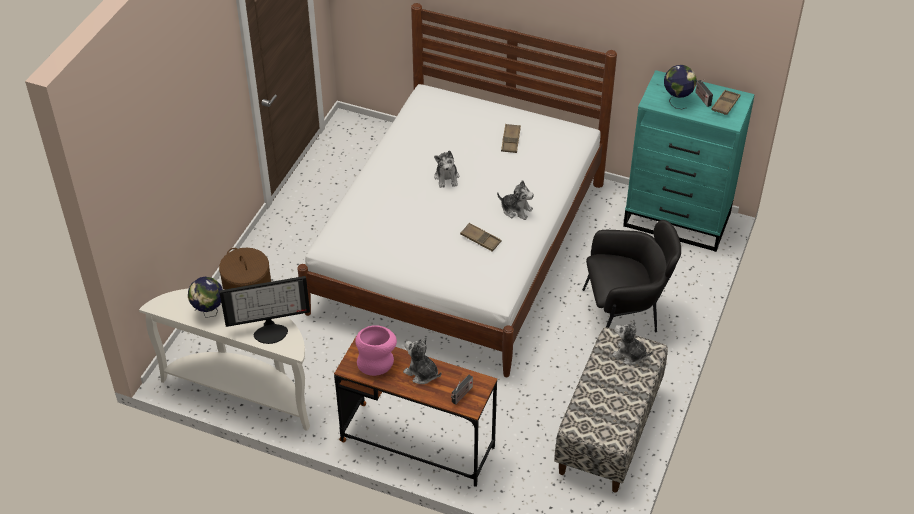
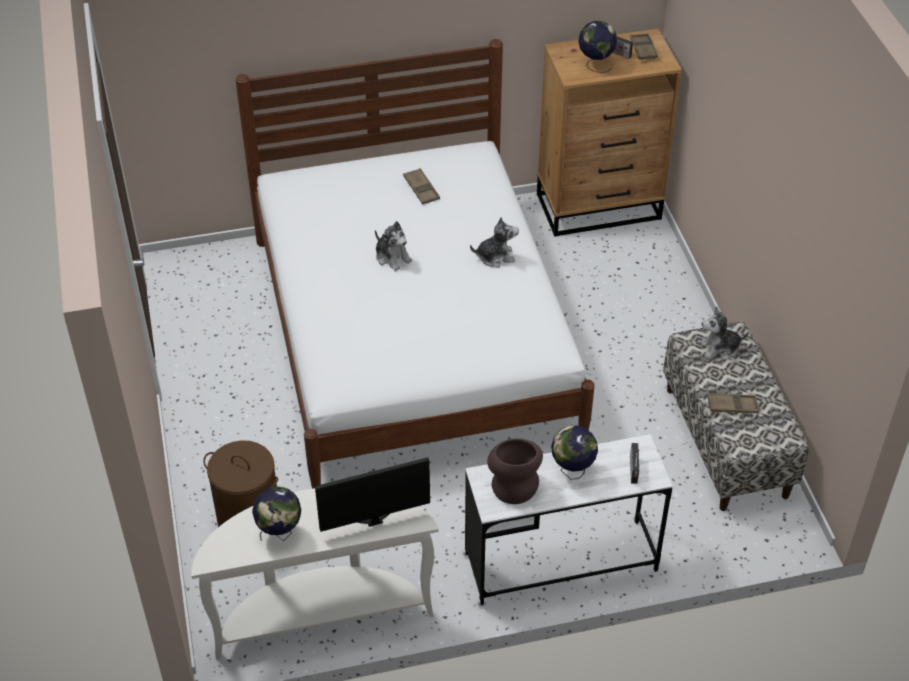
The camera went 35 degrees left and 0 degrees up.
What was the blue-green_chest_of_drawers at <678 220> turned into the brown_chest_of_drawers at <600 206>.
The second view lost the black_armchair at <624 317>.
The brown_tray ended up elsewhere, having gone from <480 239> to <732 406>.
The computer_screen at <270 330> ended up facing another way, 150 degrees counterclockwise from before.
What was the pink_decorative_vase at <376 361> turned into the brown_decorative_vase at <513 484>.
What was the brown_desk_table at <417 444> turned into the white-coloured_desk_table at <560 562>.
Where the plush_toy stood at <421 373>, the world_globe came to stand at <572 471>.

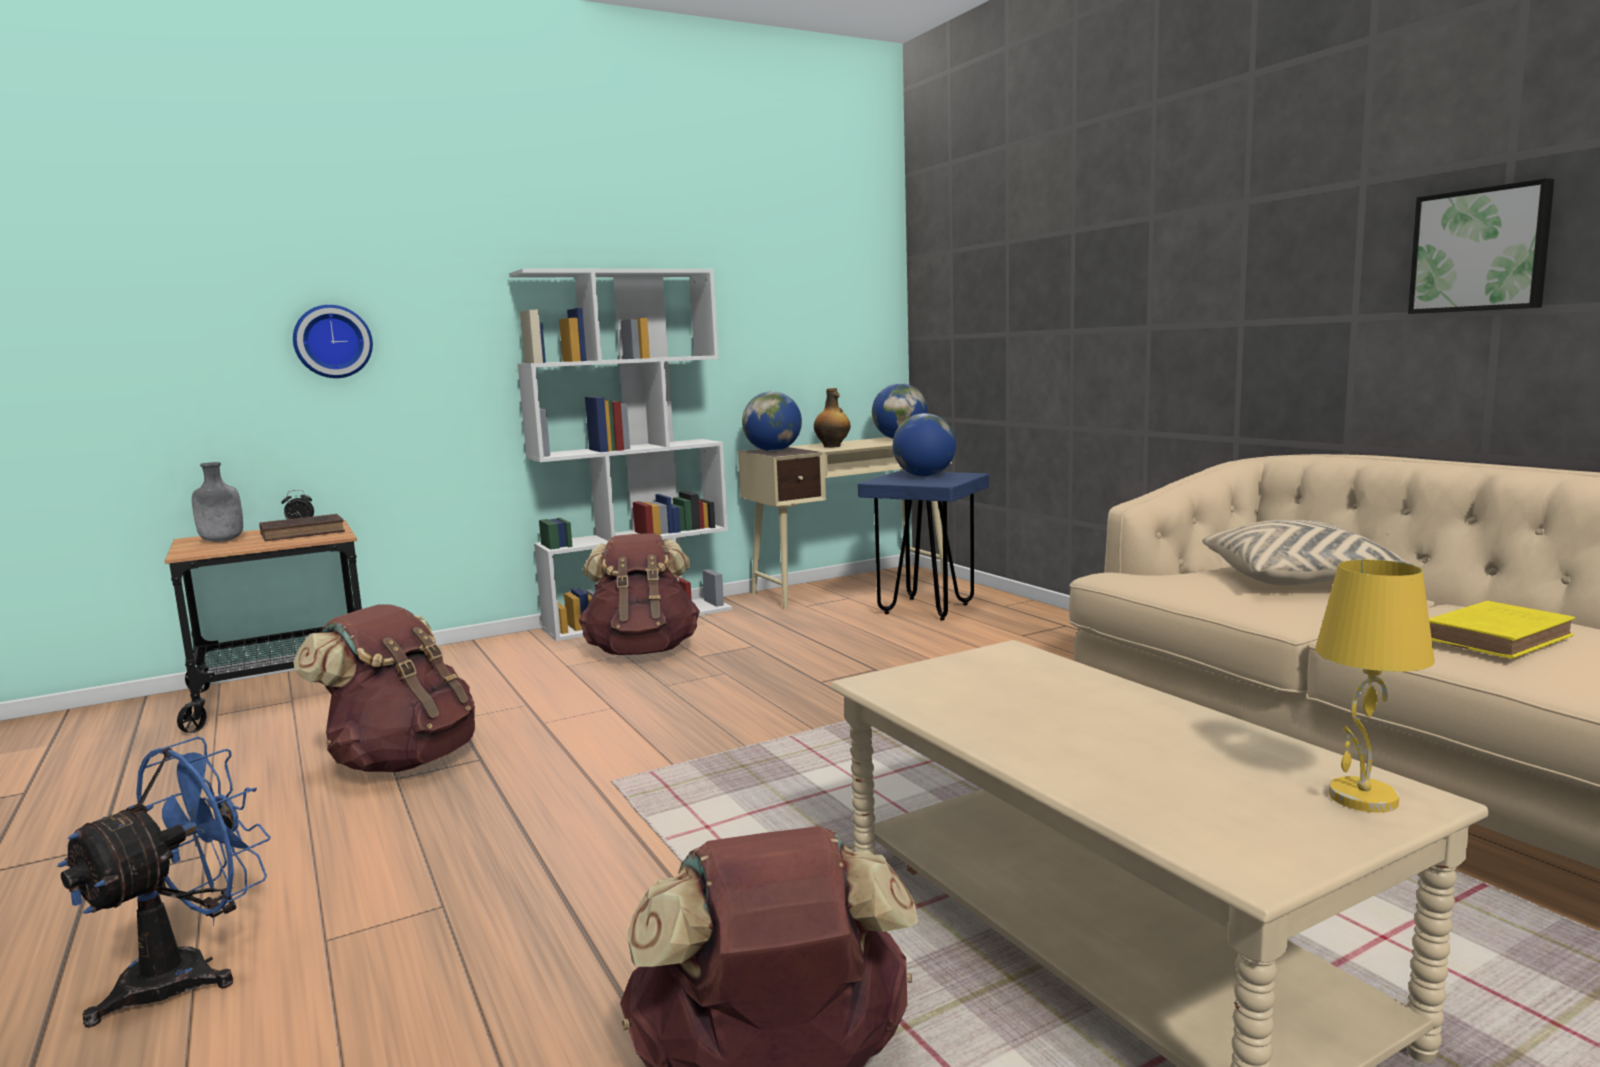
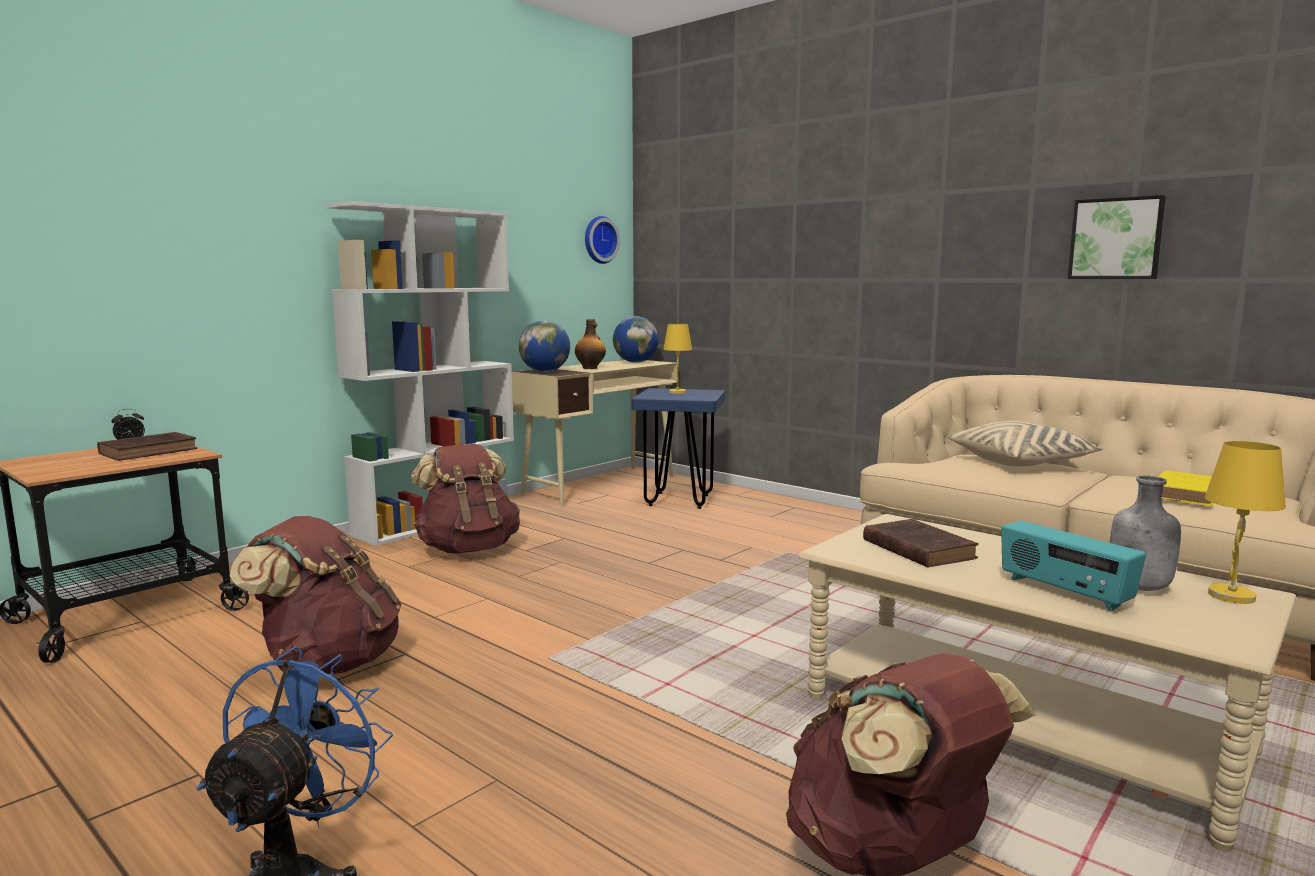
The camera went 20 degrees left and 0 degrees up.
The wall_clock ended up elsewhere, having gone from <332 341> to <599 240>.
Where the world_globe stood at <924 476>, the yellow_table_lamp came to stand at <677 392>.
The gray_bottle ended up elsewhere, having gone from <222 541> to <1140 587>.
The second view gained the brown_bound_book at <916 548>.
The second view gained the radio_set at <1064 592>.

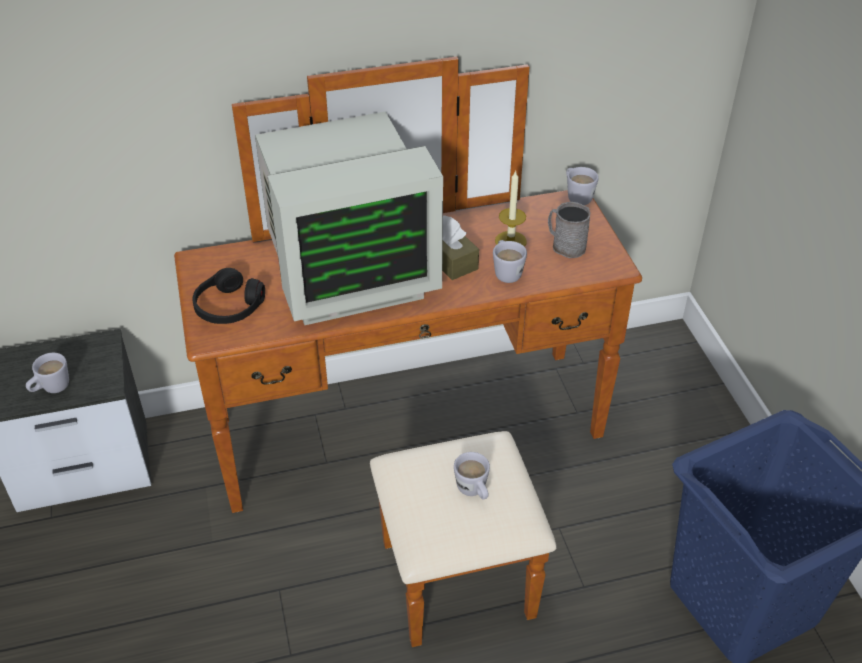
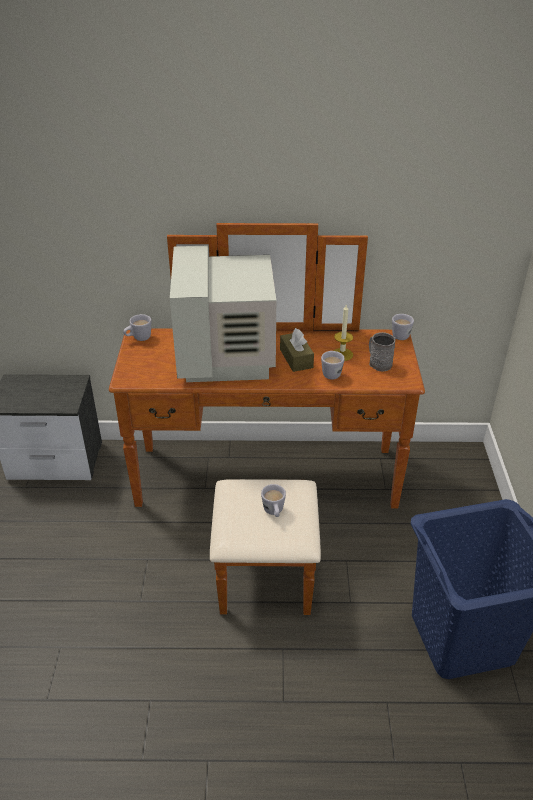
The camera went 15 degrees right and 5 degrees down.
The computer_screen at <348 272> ended up facing another way, 90 degrees clockwise from before.
The second view lost the black_pair_of_headphones at <228 307>.
The white-coloured_tea_mug ended up elsewhere, having gone from <51 389> to <138 338>.

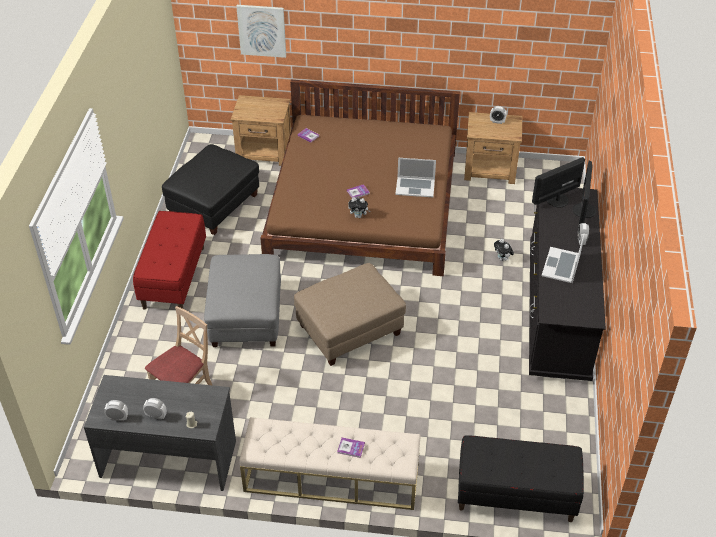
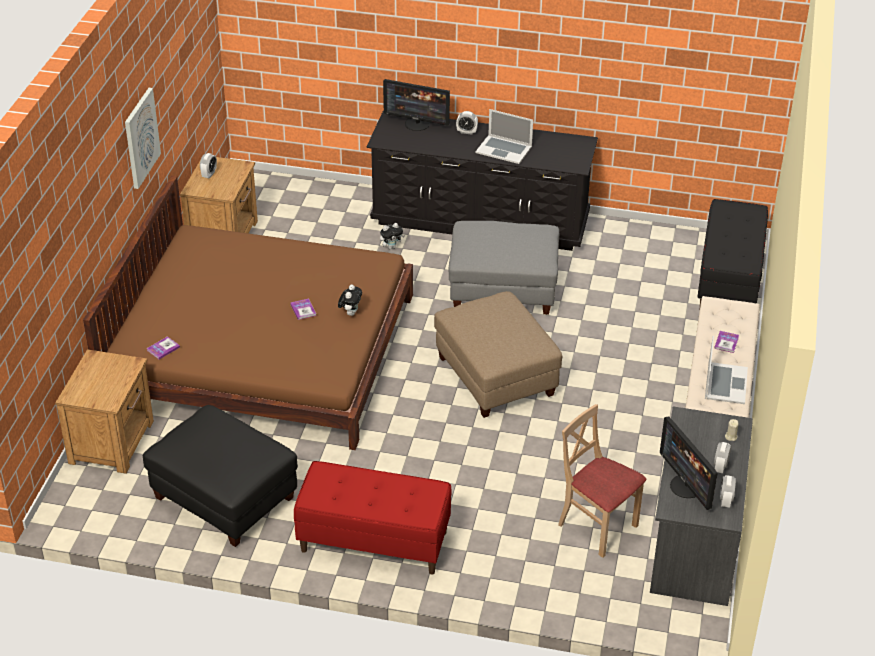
The camera went 85 degrees left and 5 degrees down.
The wall_picture ended up elsewhere, having gone from <262 30> to <141 137>.
The computer_screen ended up elsewhere, having gone from <556 199> to <686 486>.
The portable_computer ended up elsewhere, having gone from <415 187> to <725 383>.
The gray_footrest ended up elsewhere, having gone from <246 318> to <503 290>.

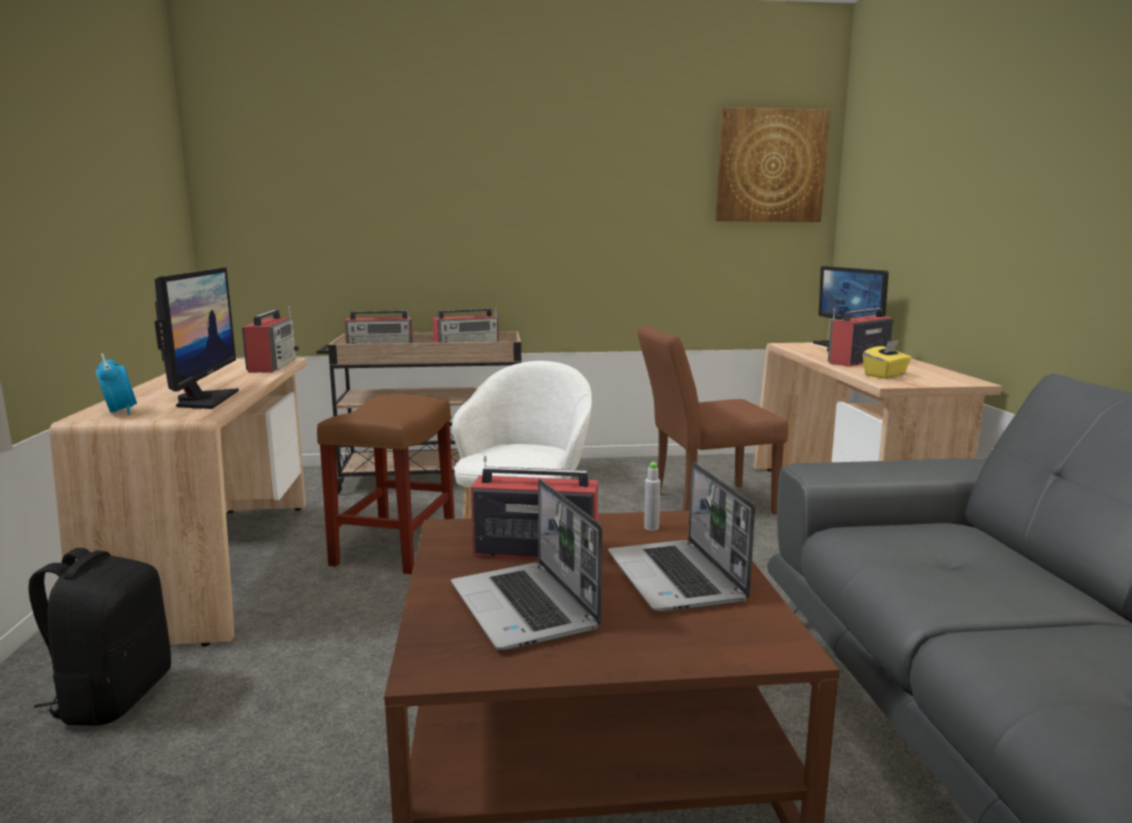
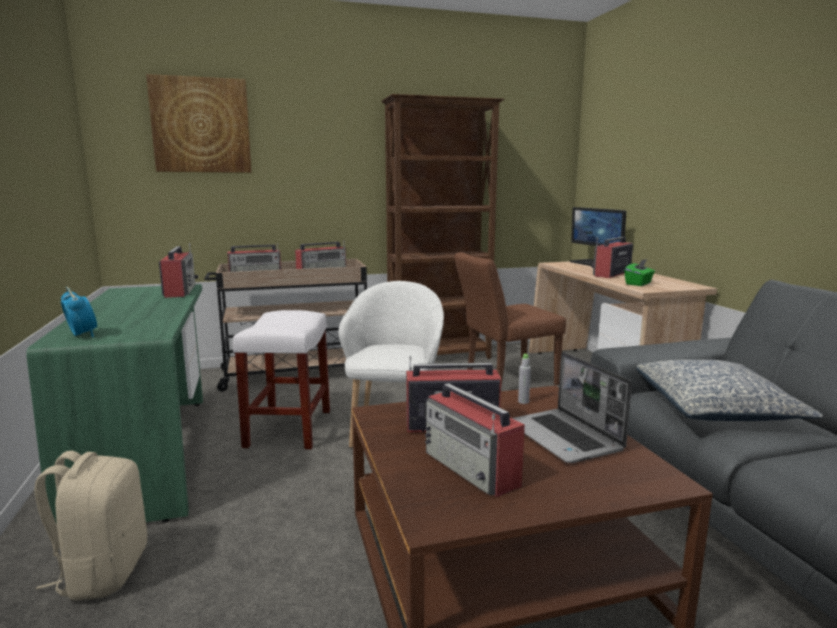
The camera went 10 degrees left and 0 degrees up.
The wall_picture ended up elsewhere, having gone from <770 166> to <201 125>.
The second view lost the computer_screen at <204 400>.
What was the yellow_box_of_tissues at <885 375> turned into the greenish_box_of_tissues at <638 284>.
What was the sand-coloured_desk_table at <221 564> turned into the greenish_desk_table at <150 454>.
What was the brown_stool_seat at <395 547> turned into the white-coloured_stool_seat at <289 429>.
Where the portable_computer stood at <525 608>, the radio_set came to stand at <472 469>.
What was the black_rucksack at <113 697> turned into the sand-coloured_rucksack at <103 572>.
The second view gained the brown_bookcase at <440 357>.
The second view gained the cushion at <715 409>.

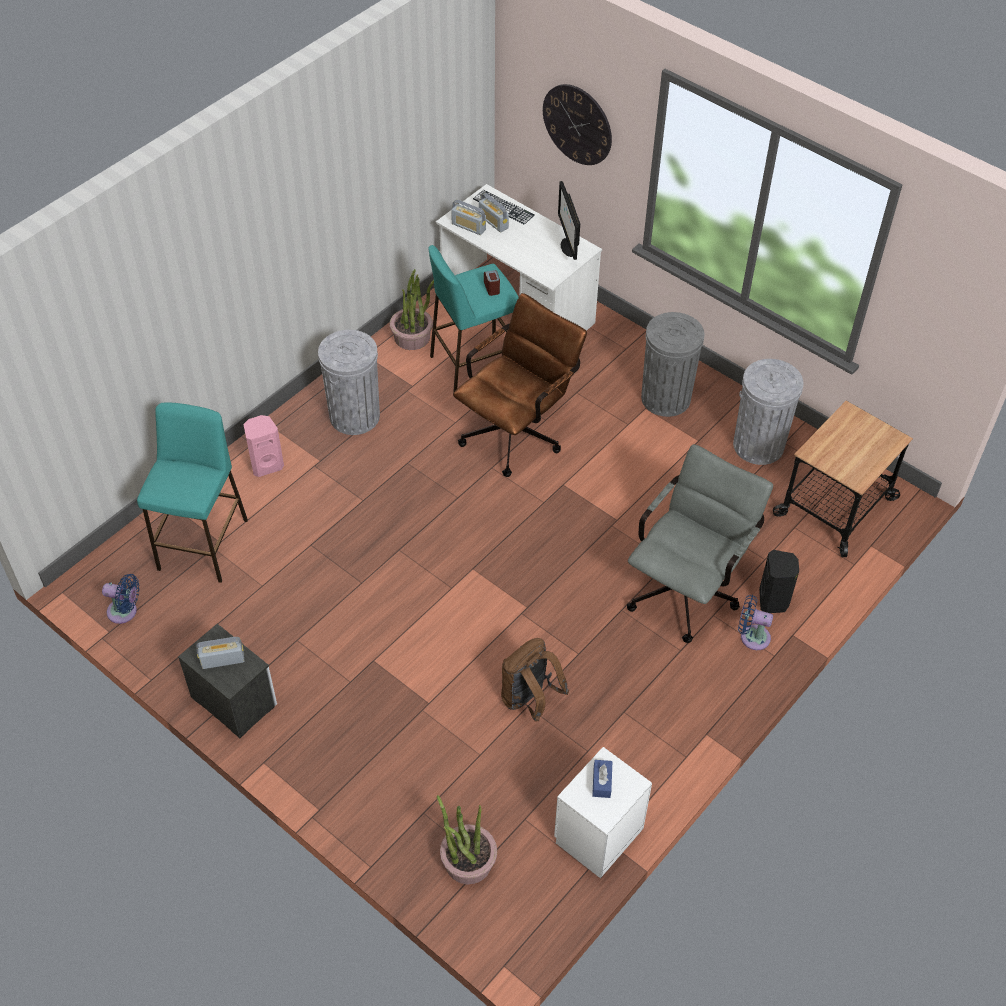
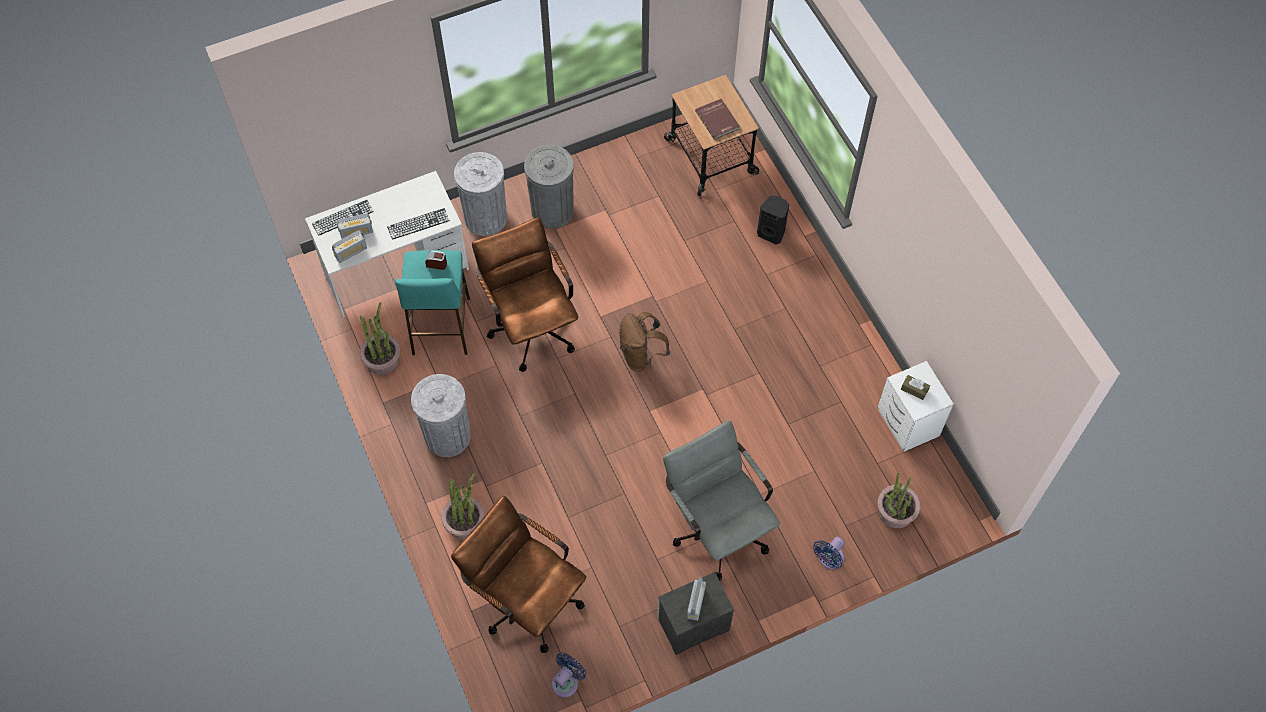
The camera went 65 degrees left and 10 degrees up.
The second view lost the wall_clock at <577 124>.
The second view lost the computer_screen at <568 247>.
The gray_waste_bin ended up elsewhere, having gone from <758 445> to <485 218>.
Where the blue-green_stool_seat stood at <203 544>, the brown_desk_chair came to stand at <525 599>.
Where the pink_speaker stood at <266 465>, the potted_plant came to stand at <465 522>.
The gray_desk_chair ended up elsewhere, having gone from <687 588> to <716 526>.
The bluish_electric_fan ended up elsewhere, having gone from <751 636> to <829 559>.
The brown_rucksack ended up elsewhere, having gone from <529 700> to <641 355>.
What was the bluish_box_of_tissues at <601 782> turned into the brown_box_of_tissues at <914 389>.
The second view gained the red_bound_book at <718 120>.
The second view gained the PC_keyboard at <418 223>.

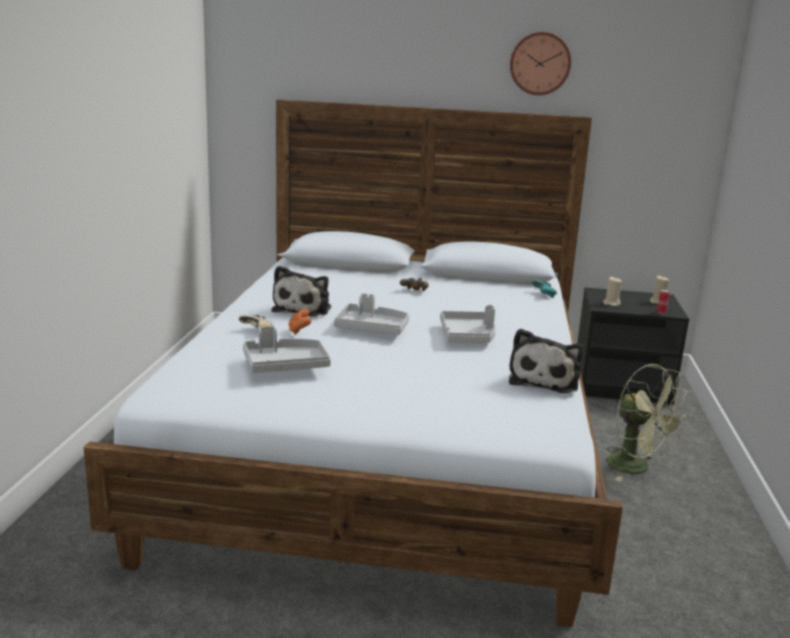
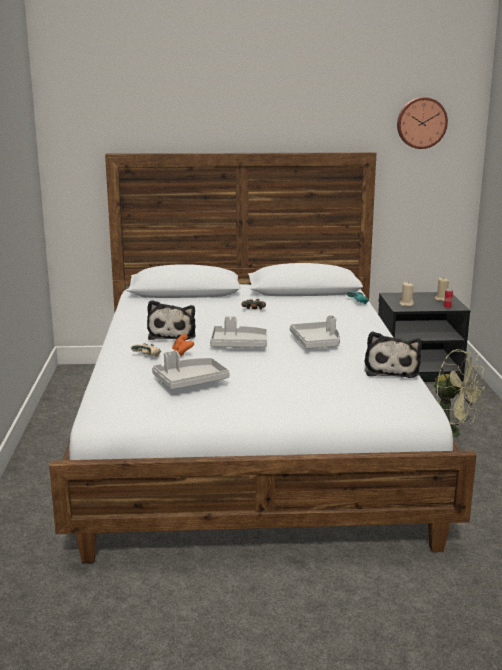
The camera went 10 degrees left and 0 degrees up.
The wall_clock ended up elsewhere, having gone from <540 63> to <421 123>.

